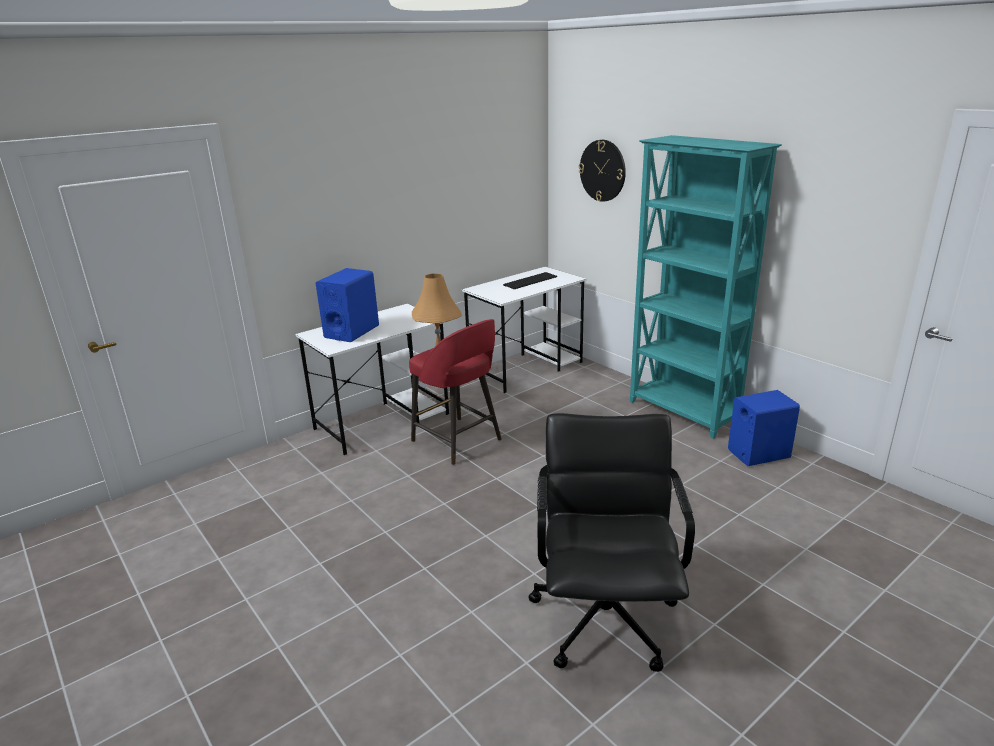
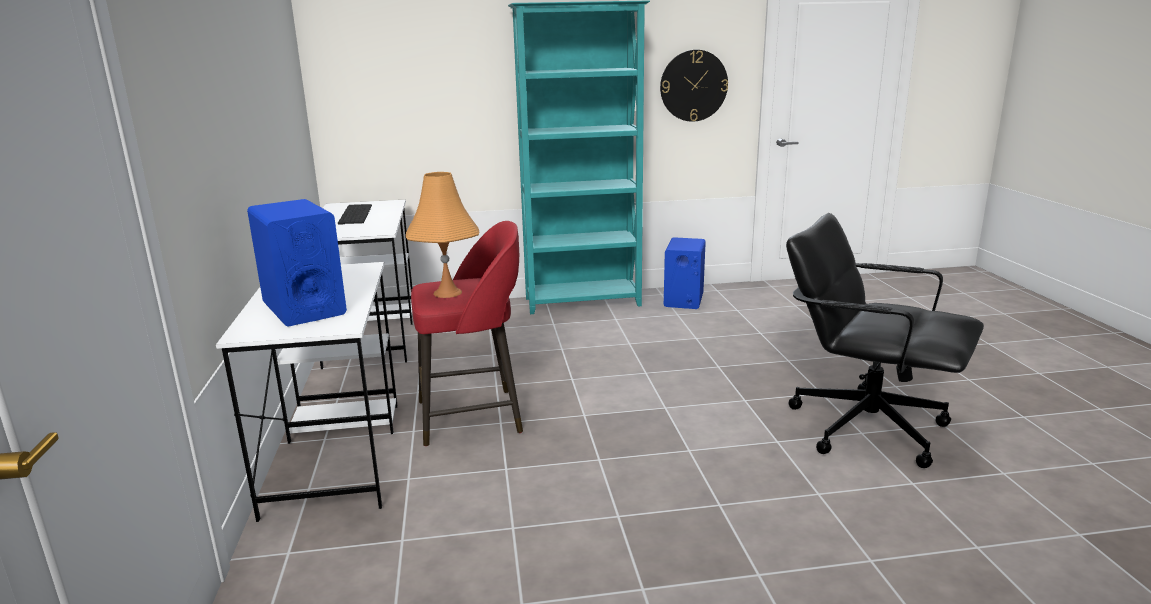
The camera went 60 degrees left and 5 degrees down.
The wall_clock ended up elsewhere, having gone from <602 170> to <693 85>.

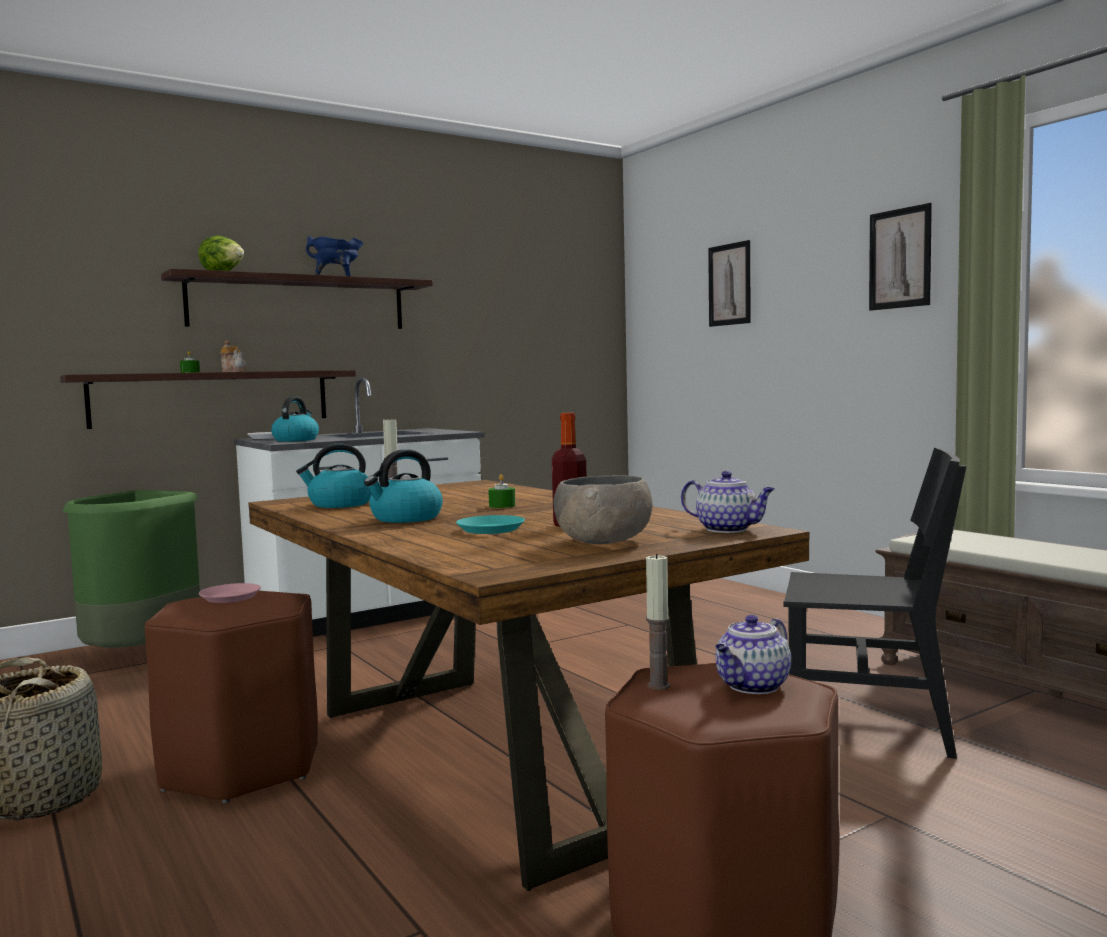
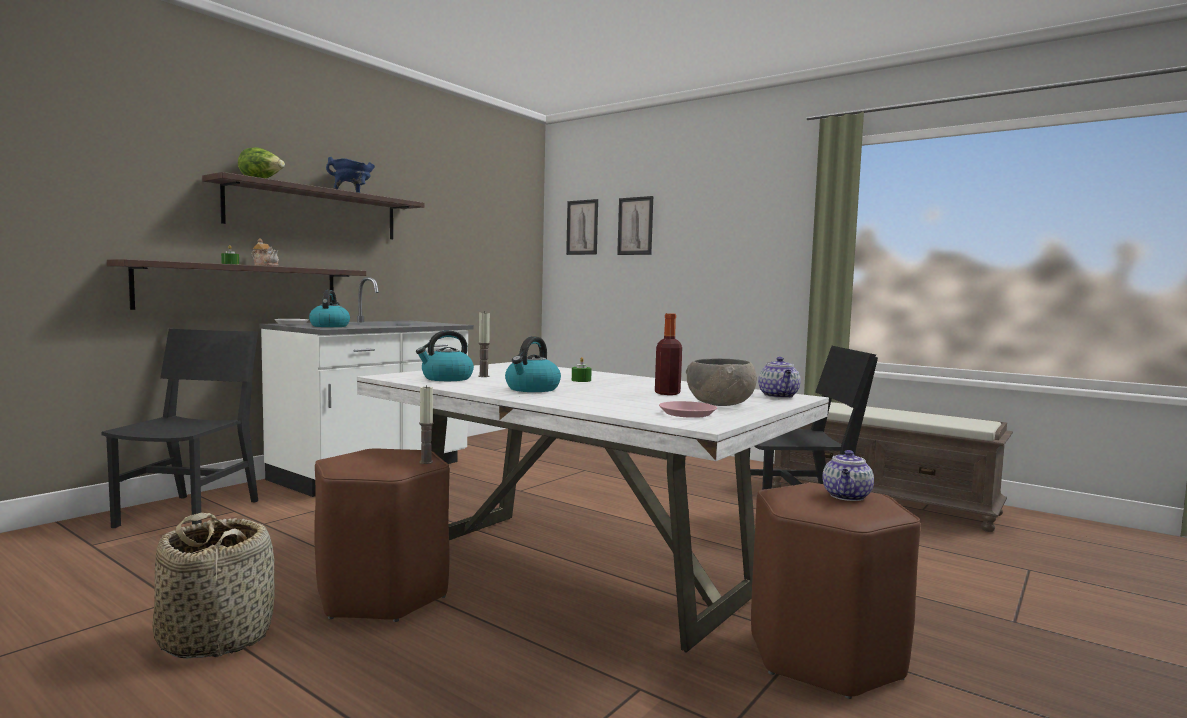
The camera went 20 degrees left and 0 degrees up.
The wall_picture ended up elsewhere, having gone from <900 258> to <582 227>.
The teapot at <728 529> ended up facing another way, 75 degrees clockwise from before.
What was the brown_kitchen_table at <494 762> turned into the white-coloured_kitchen_table at <580 571>.
Where the greenish_waste_bin stood at <141 655>, the black_plain_chair came to stand at <190 513>.
The second view lost the blue-green_flat_dish at <491 529>.
The wax_light ended up elsewhere, having gone from <658 685> to <426 462>.
The pink_flat_dish ended up elsewhere, having gone from <230 597> to <687 413>.

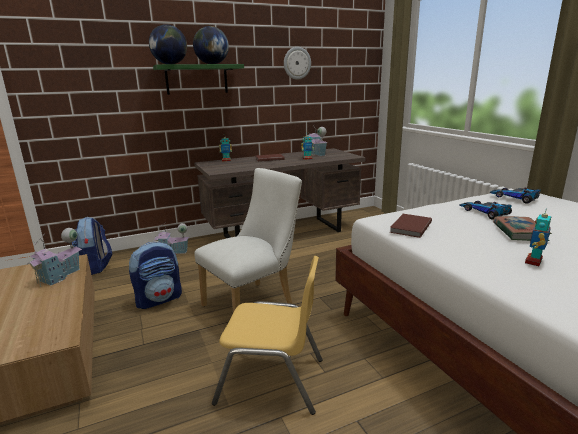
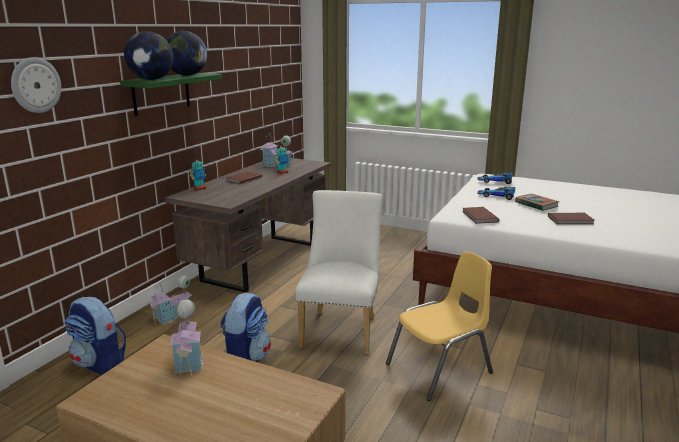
The camera went 40 degrees left and 0 degrees up.
The wall_clock ended up elsewhere, having gone from <297 63> to <35 85>.
Where the toy_robot stood at <534 261>, the brown_bound_book came to stand at <571 220>.

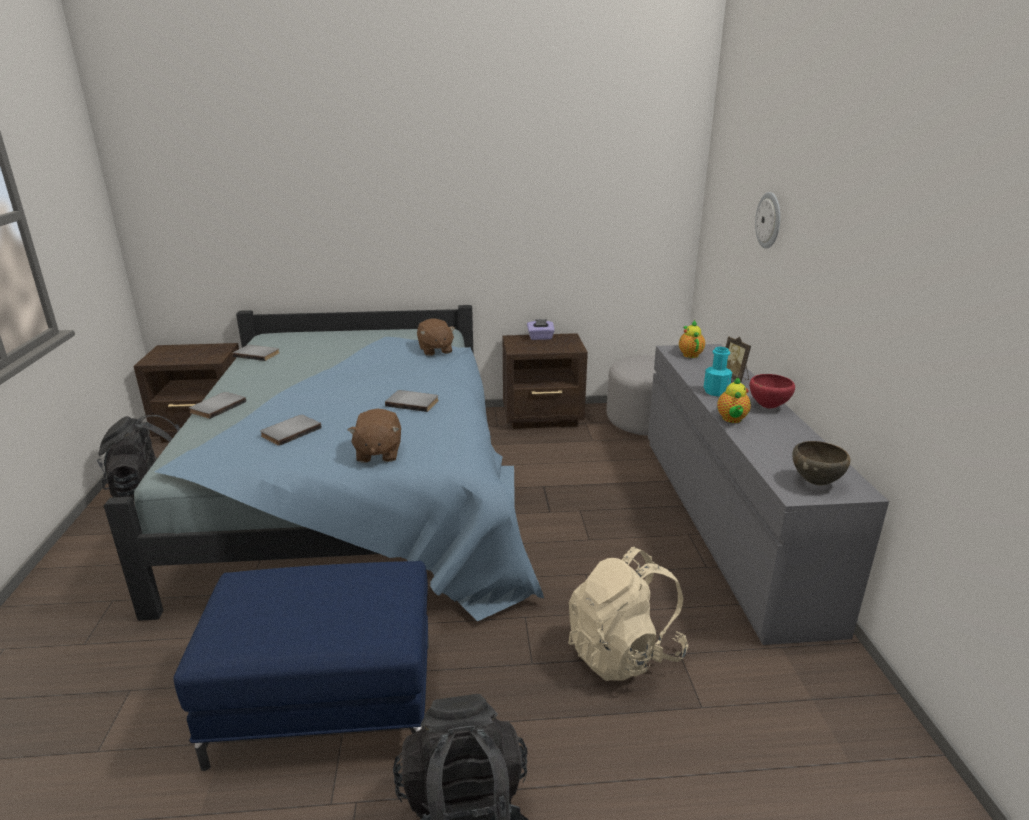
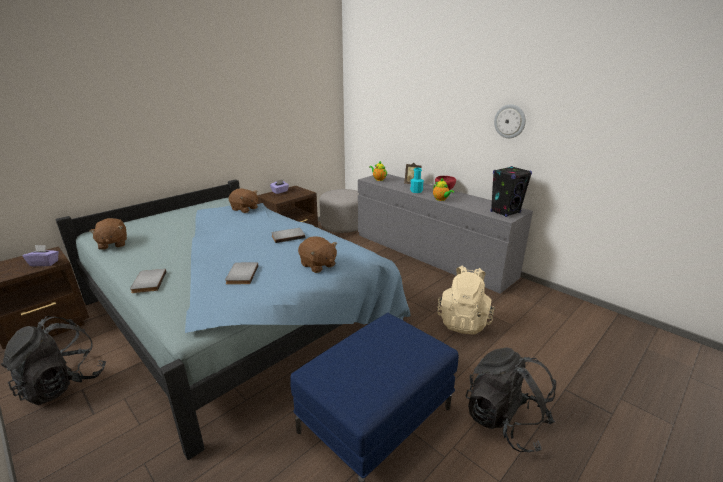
The camera went 40 degrees left and 0 degrees up.
The wall_clock ended up elsewhere, having gone from <769 220> to <510 121>.
Where the gray_bound_book stood at <257 354>, the brown_plush_toy came to stand at <113 244>.
Where the brown_bowl stood at <816 482>, the black_speaker came to stand at <505 212>.
The second view gained the purple-coloured_box_of_tissues at <44 263>.

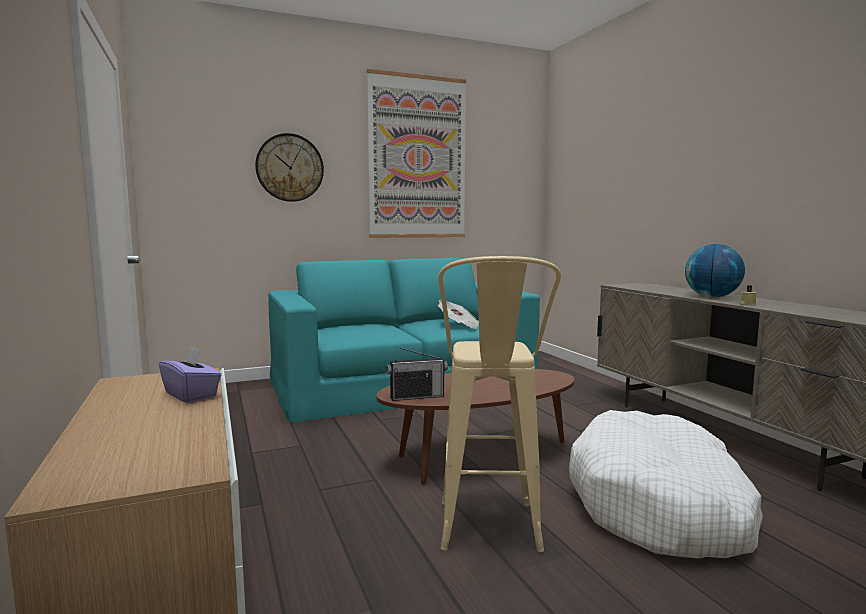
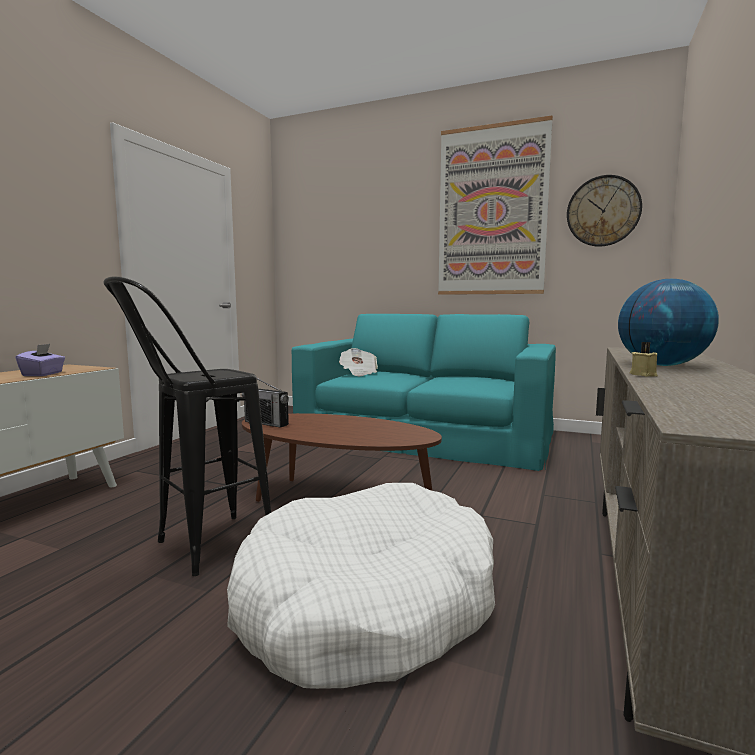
The camera went 45 degrees right and 0 degrees up.
The wall_clock ended up elsewhere, having gone from <289 168> to <603 211>.
What was the sand-coloured_stool_seat at <490 537> turned into the black_stool_seat at <198 550>.
The printed_paper ended up elsewhere, having gone from <459 326> to <358 373>.

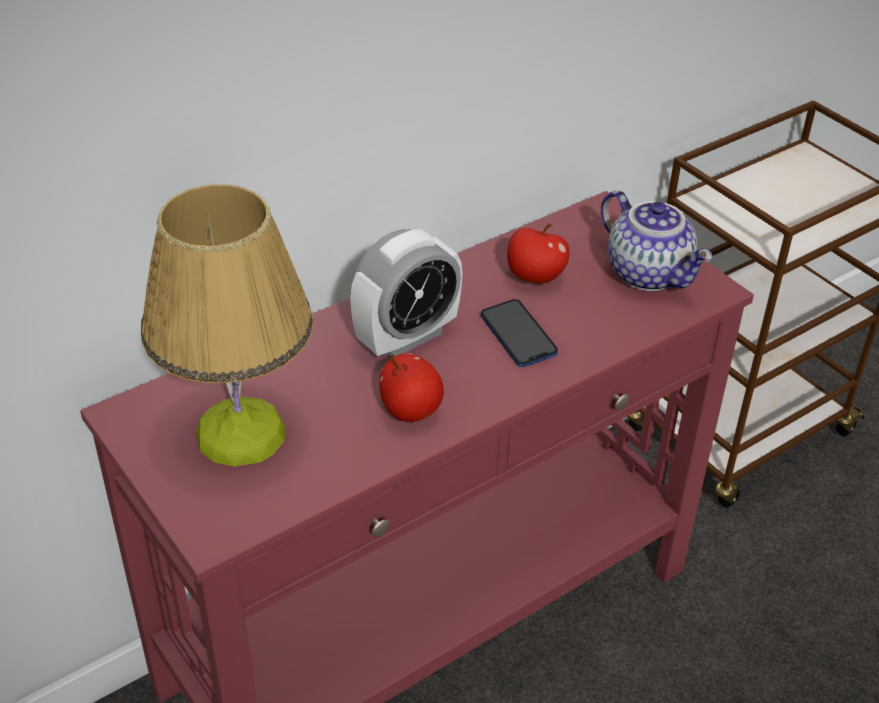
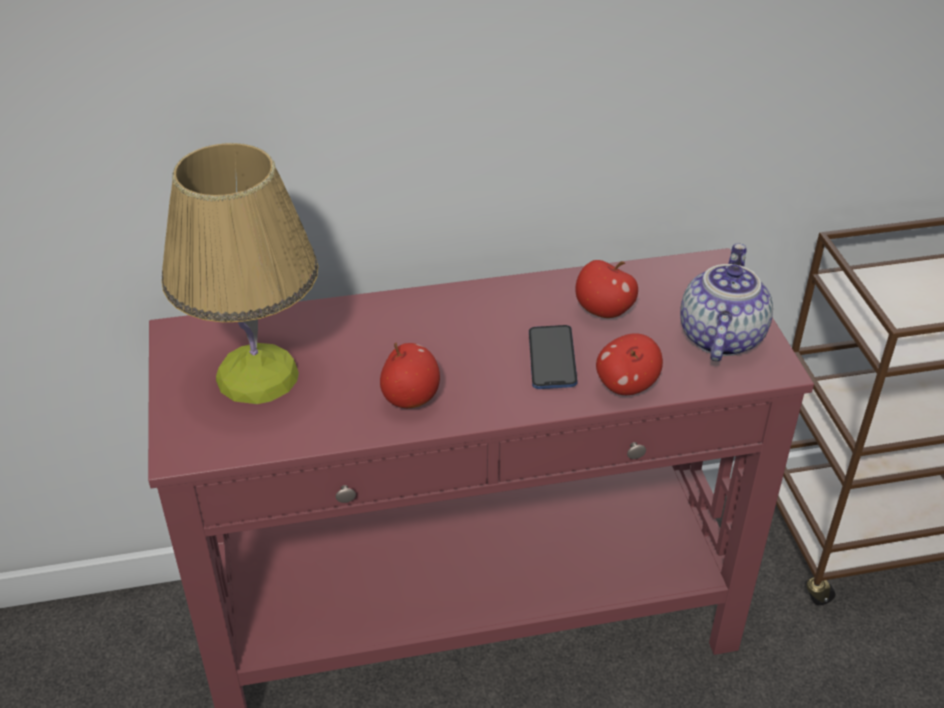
The camera went 25 degrees right and 0 degrees up.
The teapot at <650 274> ended up facing another way, 150 degrees counterclockwise from before.
The second view lost the bedside_clock at <406 338>.
The second view gained the apple_fruit at <626 386>.

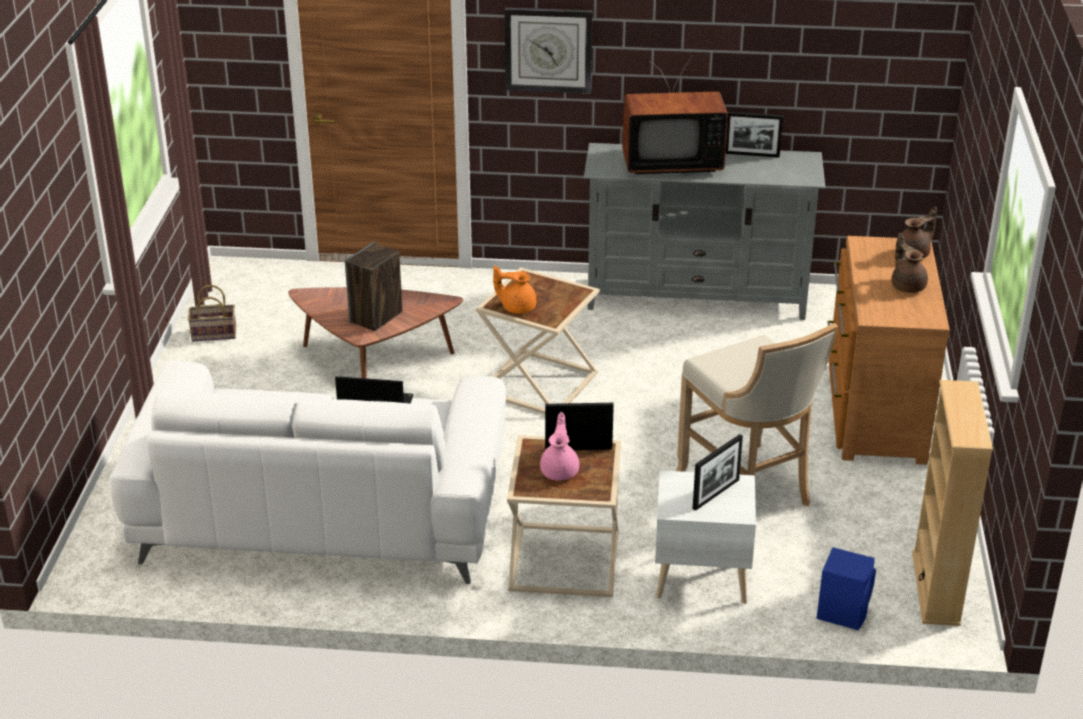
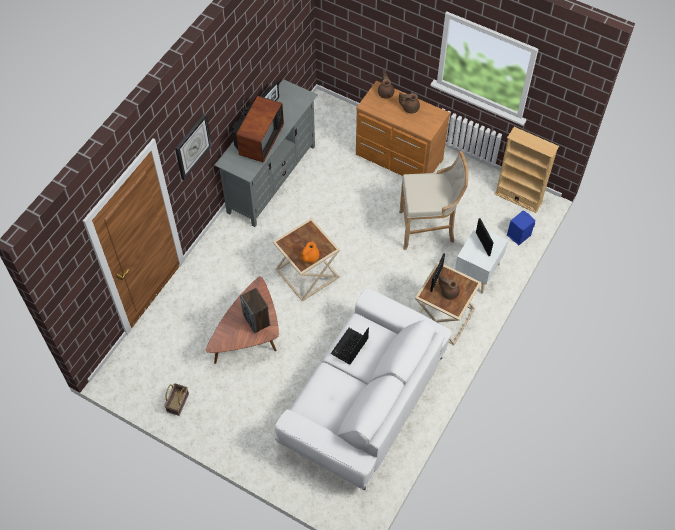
The camera went 65 degrees left and 25 degrees up.
What was the pink_teapot at <560 470> turned into the brown_teapot at <449 292>.

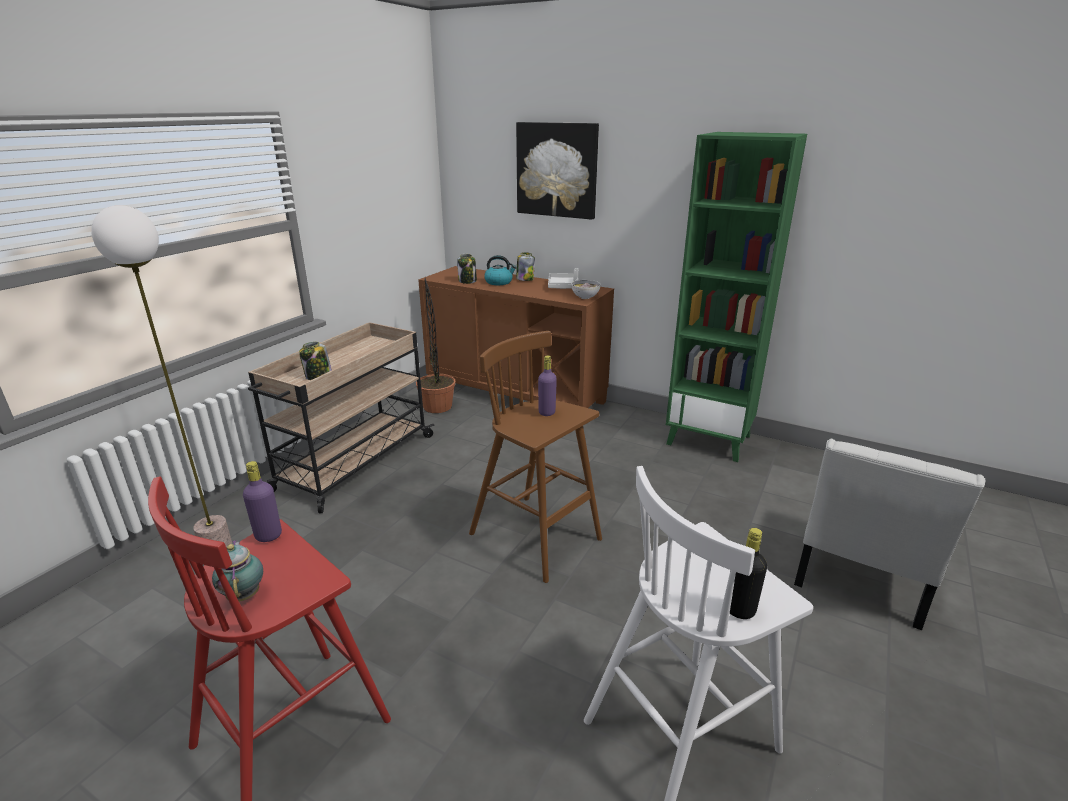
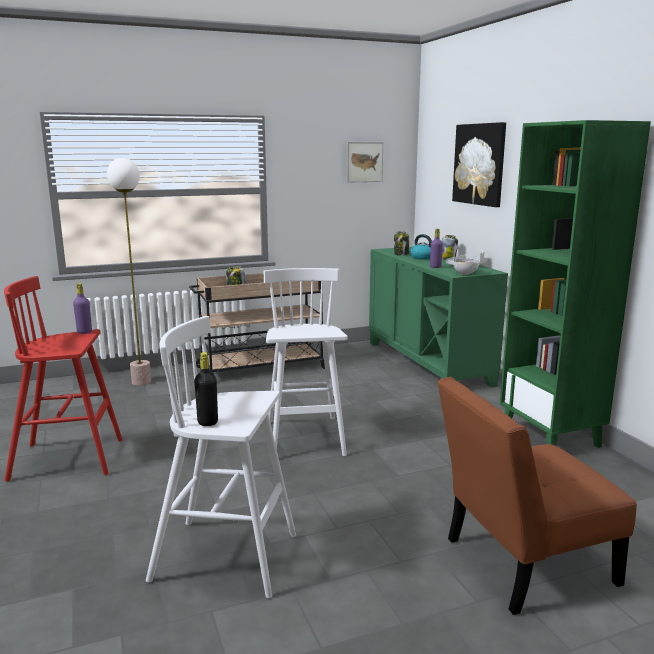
The camera went 40 degrees right and 10 degrees down.
What was the brown_storage_cabinet at <516 394> turned into the greenish_storage_cabinet at <428 363>.
The second view lost the potted_plant at <437 407>.
What was the brown_stool_seat at <537 538> turned into the white-coloured_stool_seat at <305 439>.
The purple-coloured_bottle ended up elsewhere, having gone from <547 412> to <435 267>.
What was the white-coloured_plain_chair at <859 577> turned into the brown_plain_chair at <521 563>.
The second view lost the teapot at <244 594>.
The second view gained the wall_picture at <364 162>.

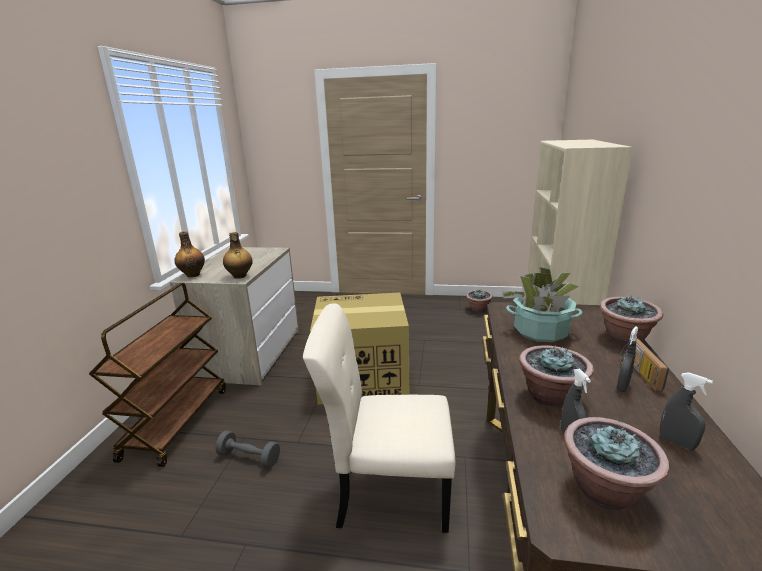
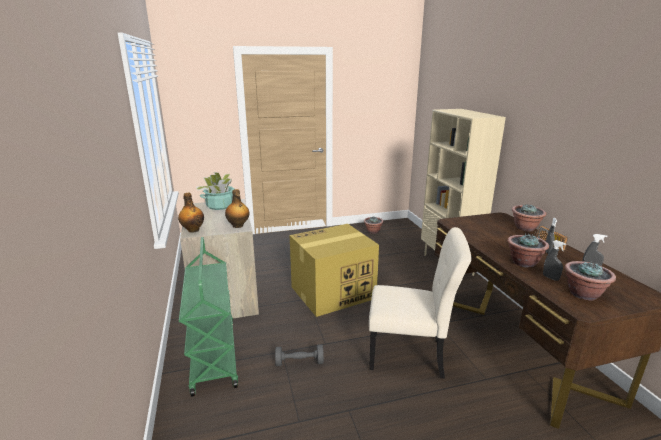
The camera went 25 degrees left and 0 degrees up.
The potted_plant ended up elsewhere, having gone from <540 331> to <220 206>.
What was the brown_cart at <176 421> turned into the greenish_cart at <213 356>.
The sand-coloured_plain_chair at <387 492> ended up facing another way, 150 degrees counterclockwise from before.

